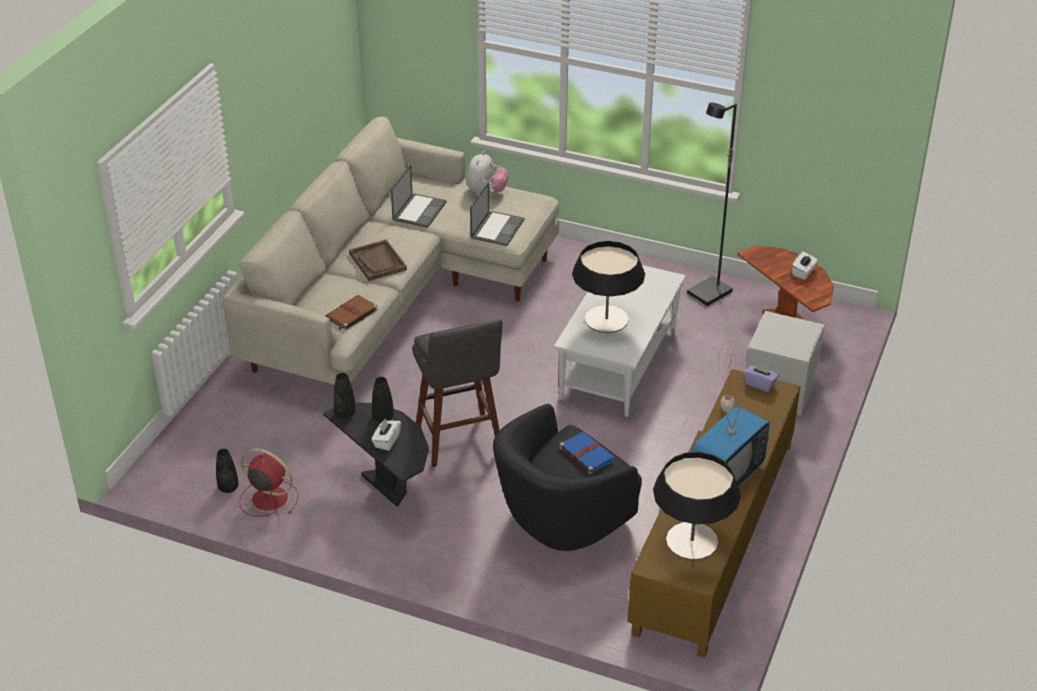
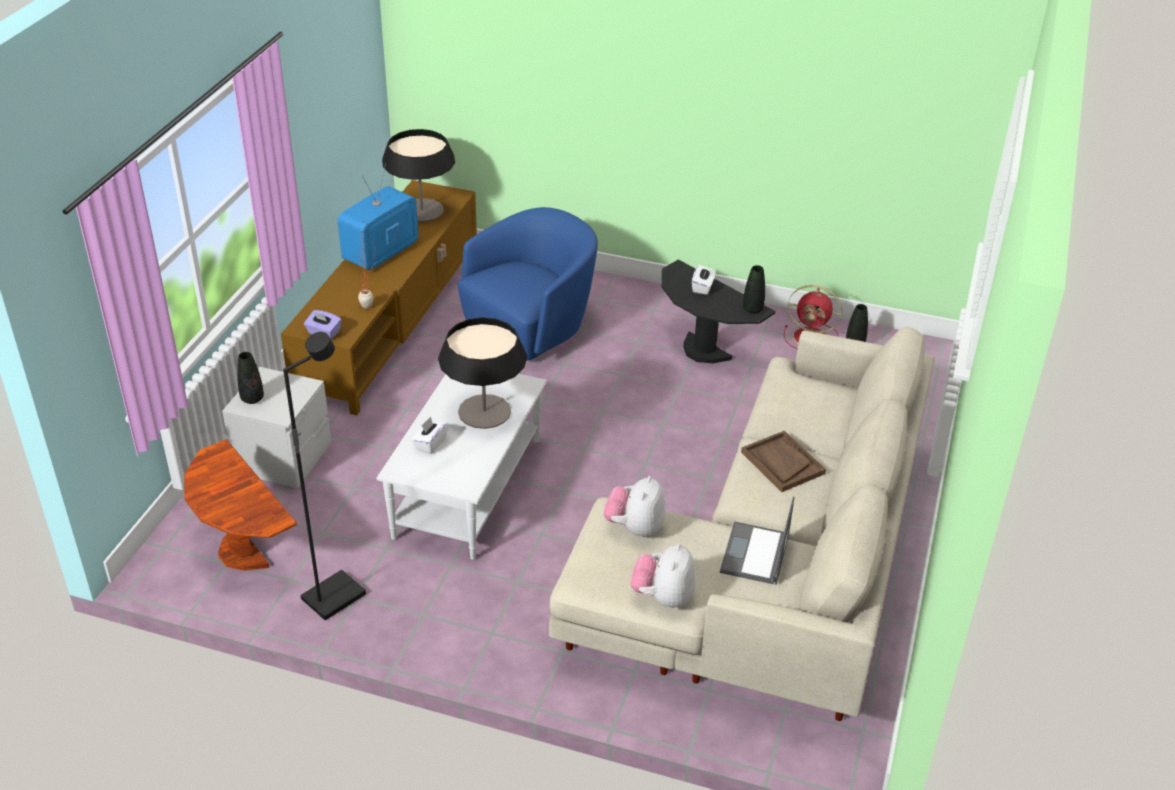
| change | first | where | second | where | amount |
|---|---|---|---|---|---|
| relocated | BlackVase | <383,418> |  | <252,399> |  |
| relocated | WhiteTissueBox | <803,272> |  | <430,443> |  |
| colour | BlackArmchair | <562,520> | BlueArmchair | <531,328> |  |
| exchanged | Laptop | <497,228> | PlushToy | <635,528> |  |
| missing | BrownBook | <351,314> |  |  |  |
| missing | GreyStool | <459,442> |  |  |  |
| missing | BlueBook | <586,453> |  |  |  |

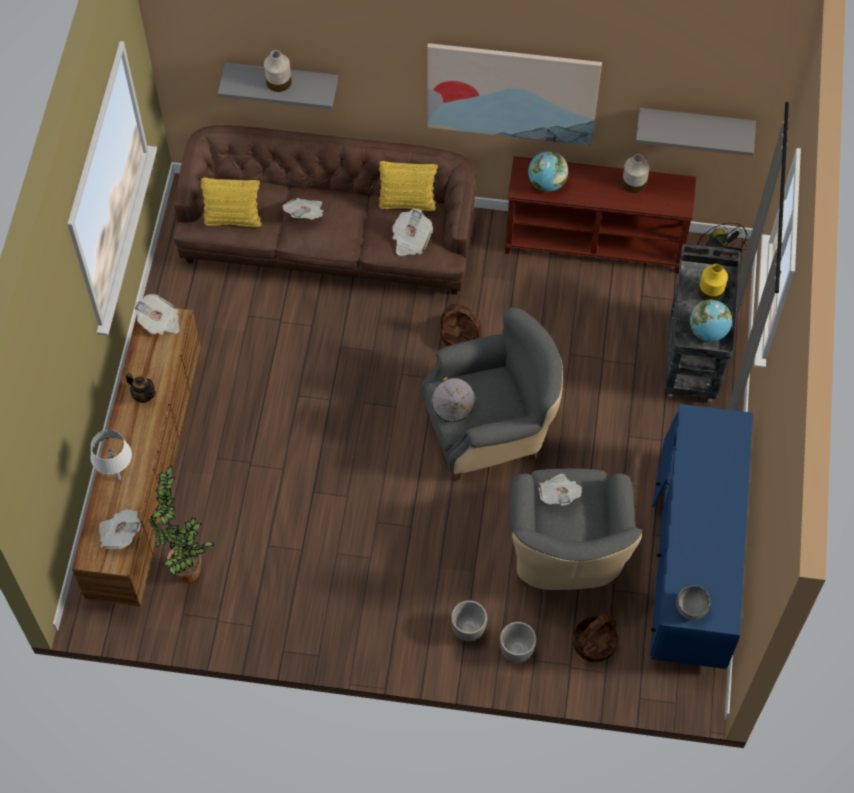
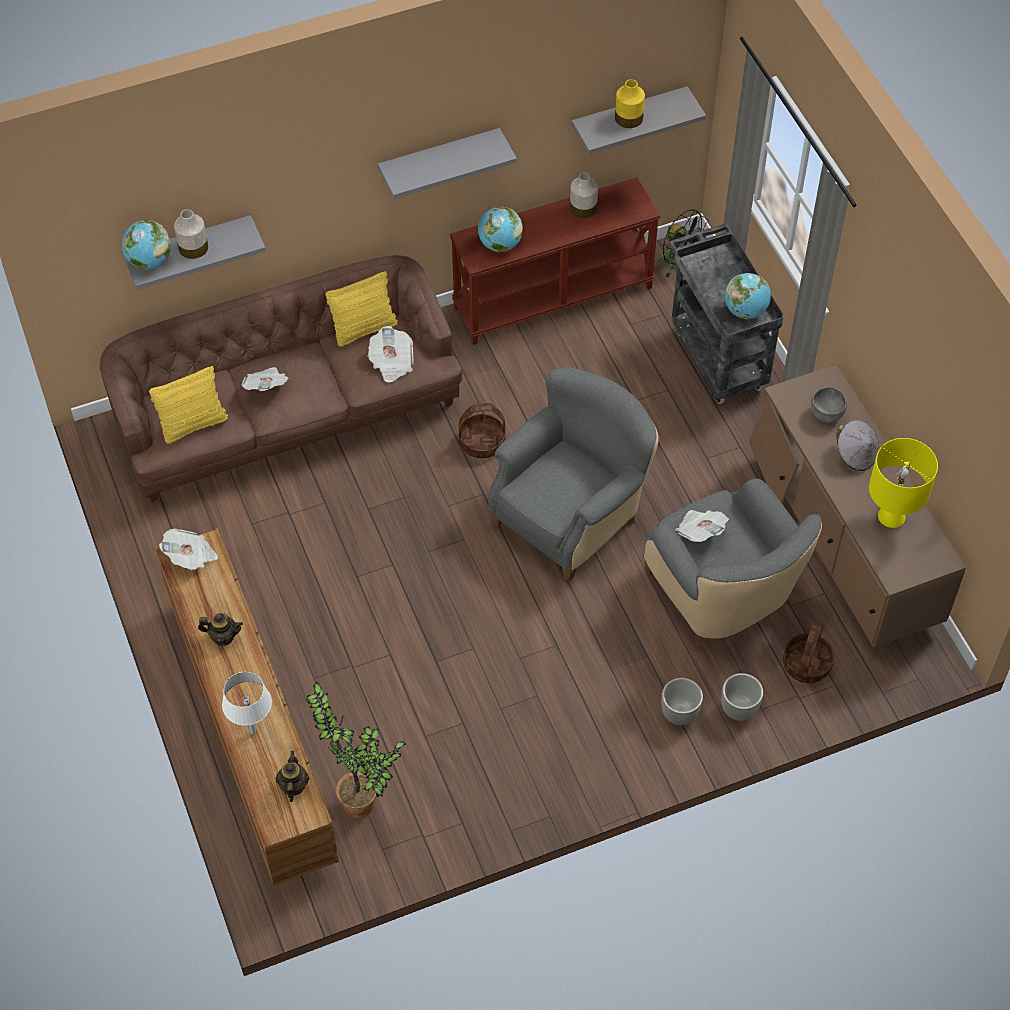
| change | first | where | second | where | amount |
|---|---|---|---|---|---|
| appeared |  |  | Globe | <149,261> |  |
| exchanged | Newspaper | <120,534> | Teapot | <293,786> |  |
| exchanged | Picture | <512,93> | GreyShelf | <439,158> |  |
| relocated | YellowVase | <711,291> |  | <628,117> |  |
| colour | BlueTvStand | <691,558> | BrownTvStand | <841,541> |  |
| relocated | GreyBowl | <690,608> |  | <826,414> |  |
| relocated | GreyHat | <453,406> |  | <855,454> |  |
| appeared |  |  | YellowTableLamp | <891,518> |  |

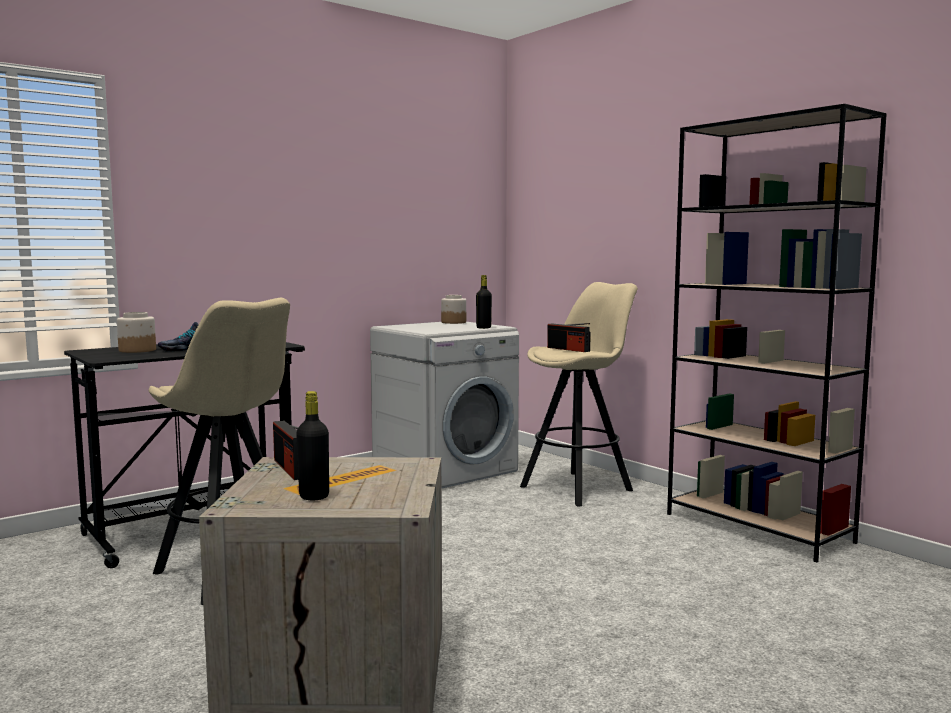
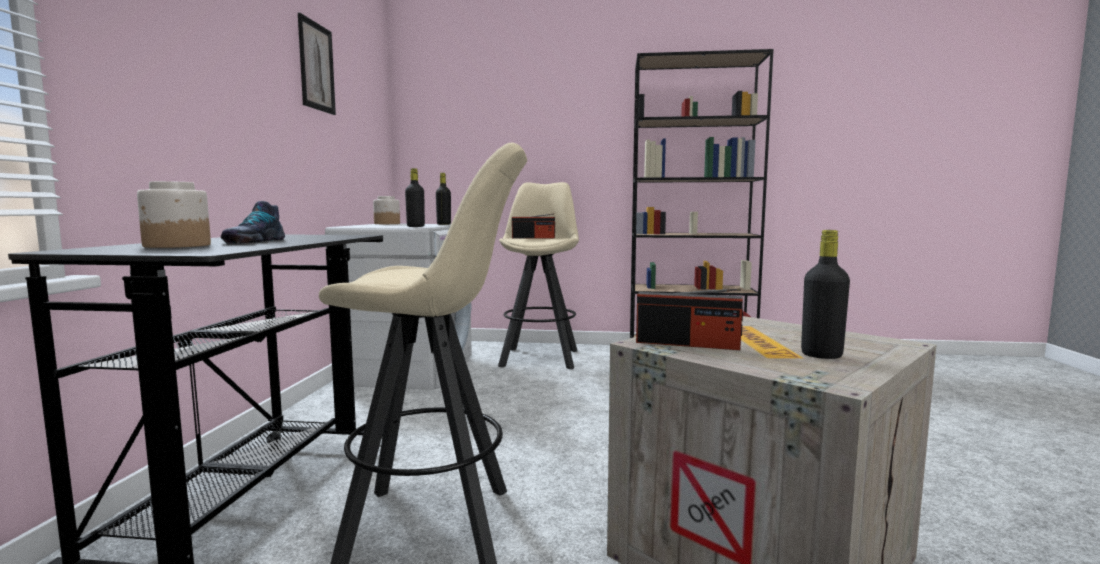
| change | first | where | second | where | amount |
|---|---|---|---|---|---|
| appeared |  |  | Picture | <316,67> |  |
| appeared |  |  | BlackBottle | <415,226> |  |

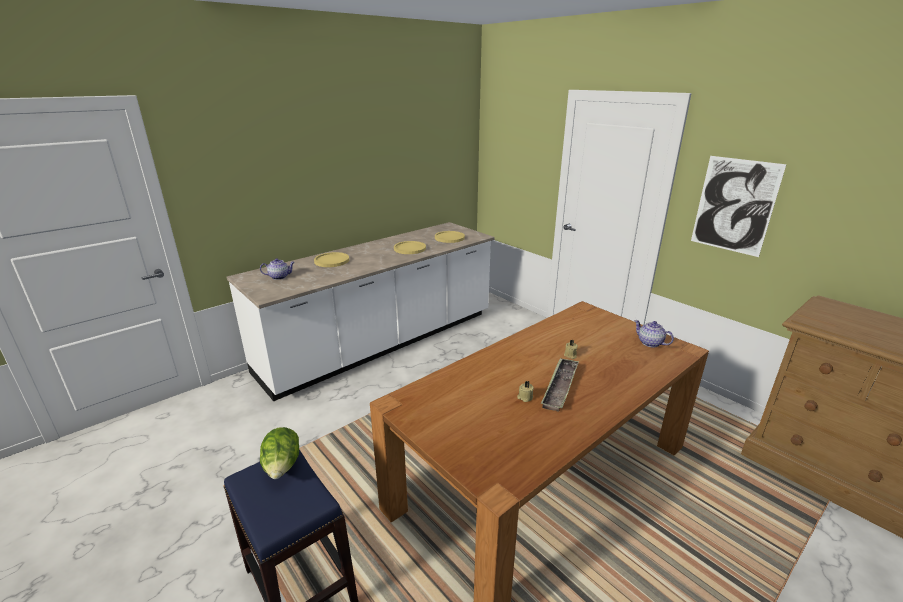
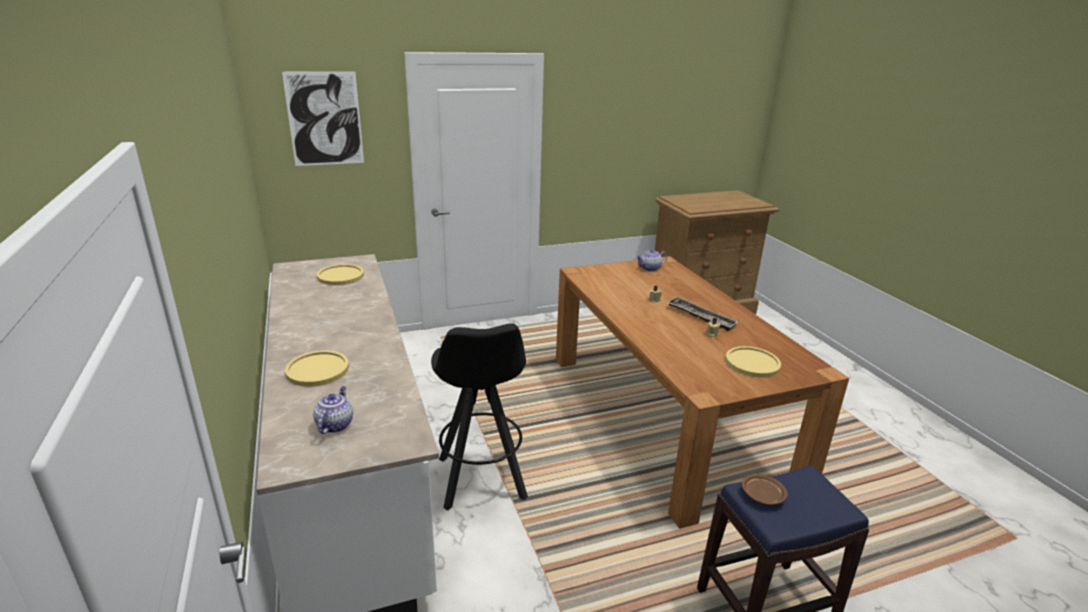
| change | first | where | second | where | amount |
|---|---|---|---|---|---|
| relocated | Picture | <734,206> |  | <325,119> |  |
| appeared |  |  | BlackStool | <481,480> |  |
| relocated | YellowPlate | <410,248> |  | <752,363> |  |
| exchanged | Lettuce | <282,467> | BrownPlate | <762,495> |  |

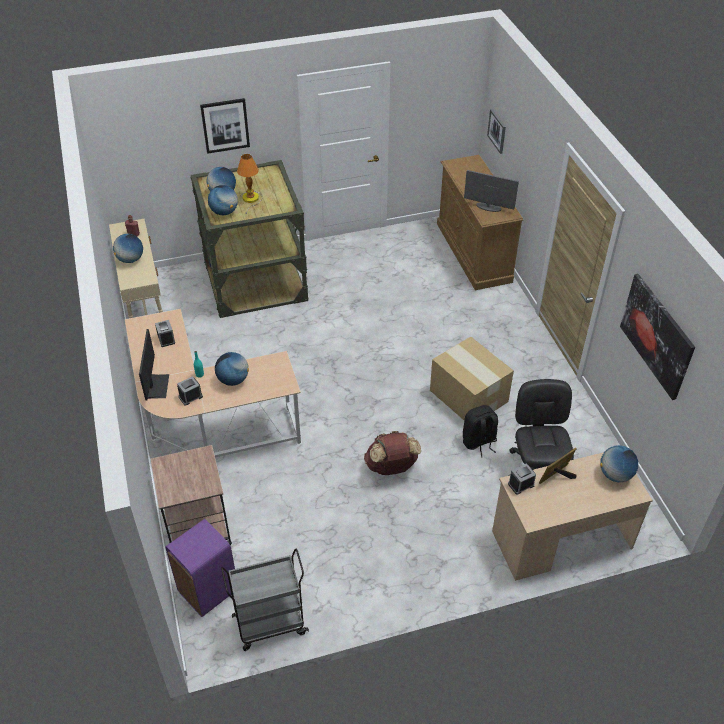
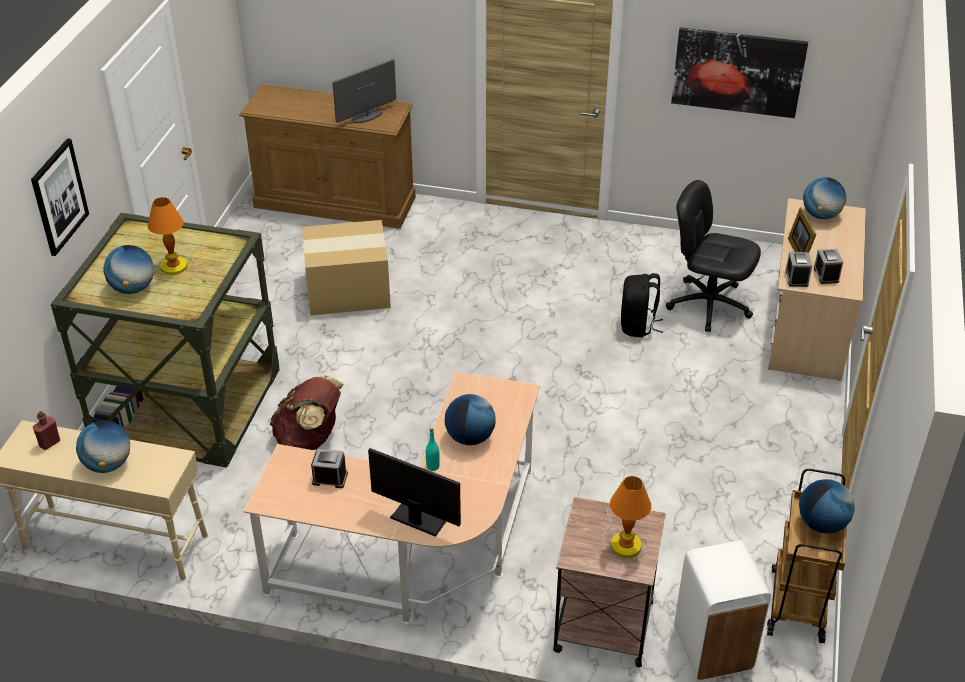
| change | first | where | second | where | amount |
|---|---|---|---|---|---|
| relocated | BrownBackpack | <391,467> |  | <310,439> |  |
| relocated | CardboardBox | <468,395> |  | <347,290> |  |
| appeared |  |  | TableLamp | <622,544> |  |
| colour | PurpleTrashCan | <207,590> | WhiteTrashCan | <712,649> |  |
| colour | GreyCart | <269,625> | BrownCart | <797,606> |  |
| relocated | Globe | <224,212> |  | <822,524> |  |
| relocated | AlarmClock | <190,397> |  | <826,275> |  |
| missing | Picture | <497,131> |  |  |  |

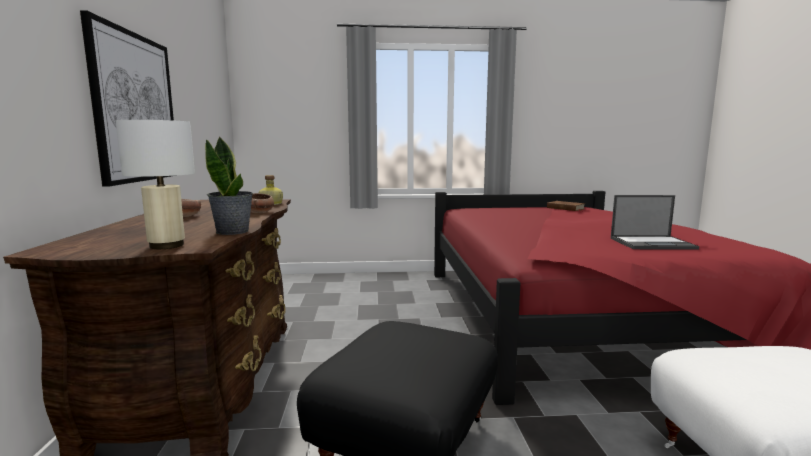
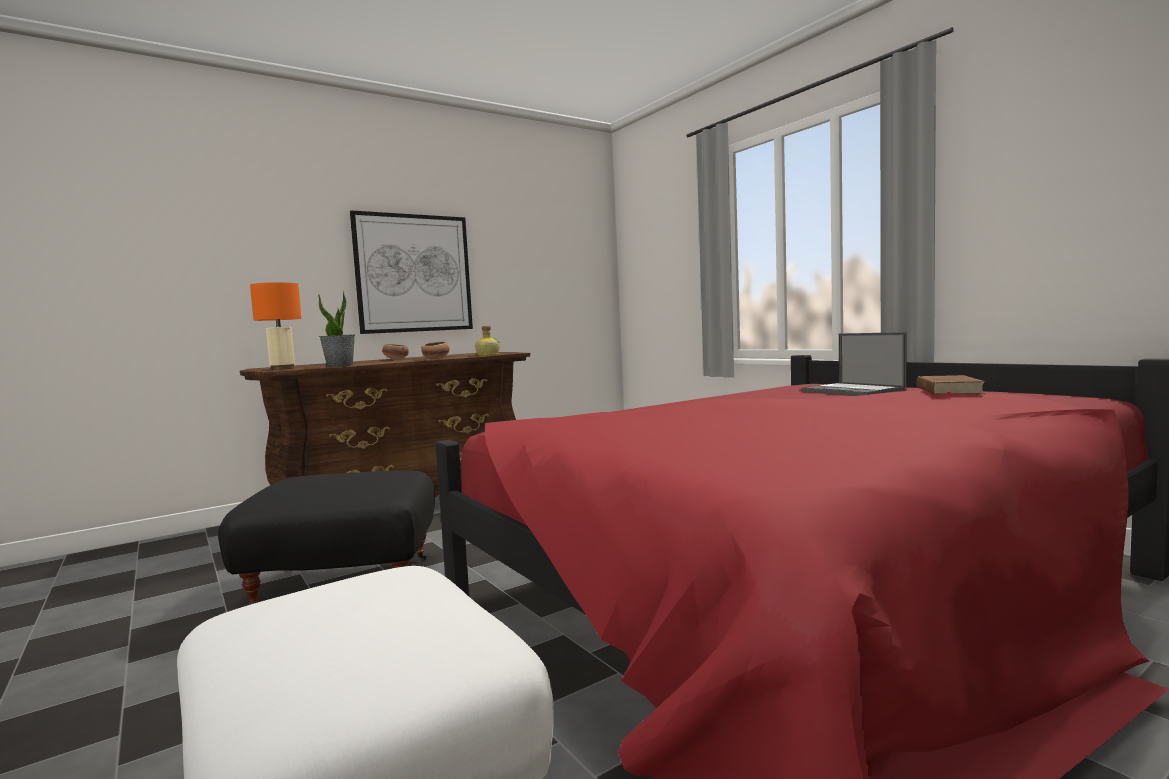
| change | first | where | second | where | amount |
|---|---|---|---|---|---|
| colour | WhiteTableLamp | <166,246> | OrangeTableLamp | <282,369> |  |
| relocated | Laptop | <652,243> |  | <853,391> |  |

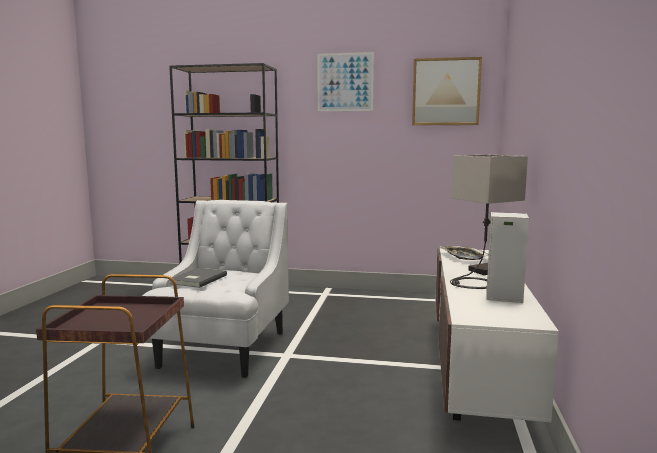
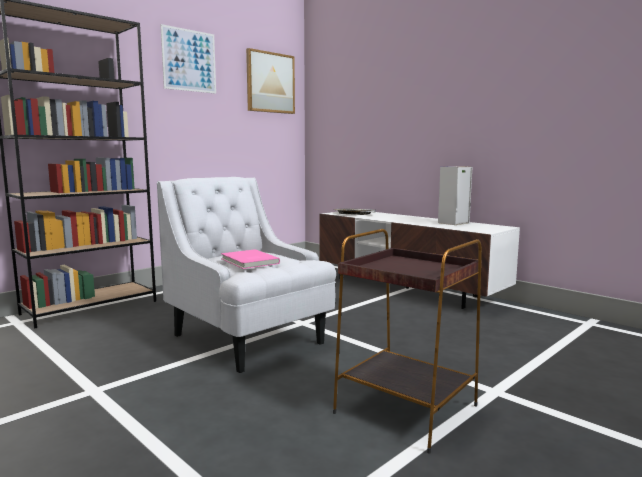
| change | first | where | second | where | amount |
|---|---|---|---|---|---|
| colour | GreyBook | <197,279> | PinkBook | <248,261> |  |
| missing | TableLamp | <478,275> |  |  |  |

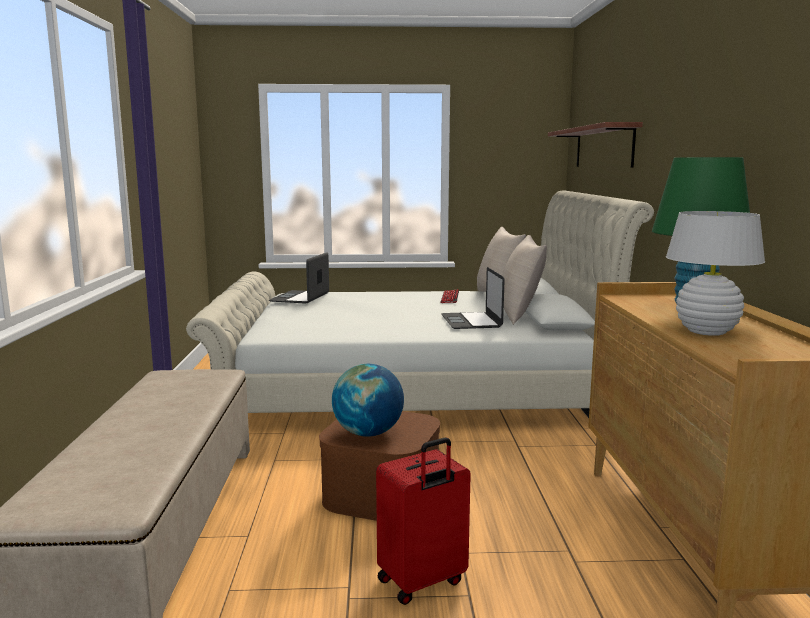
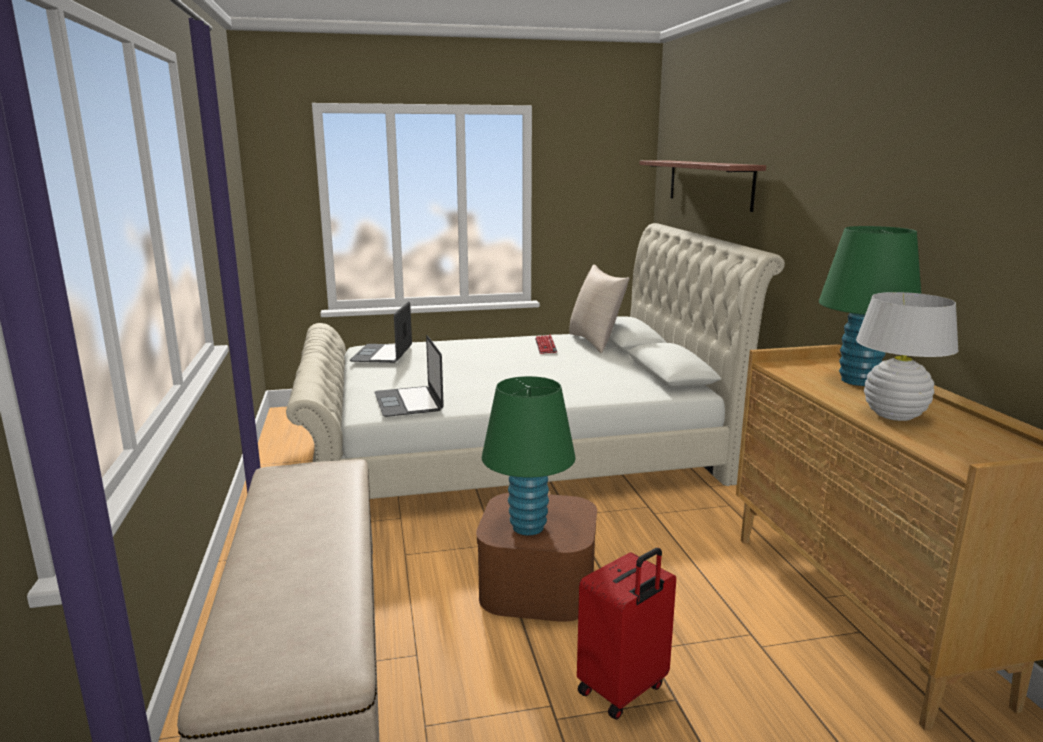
| change | first | where | second | where | amount |
|---|---|---|---|---|---|
| relocated | Laptop | <471,321> |  | <408,401> |  |
| exchanged | Globe | <368,433> | GreenTableLamp | <528,527> |  |
| missing | BeigePillow | <519,315> |  |  |  |

